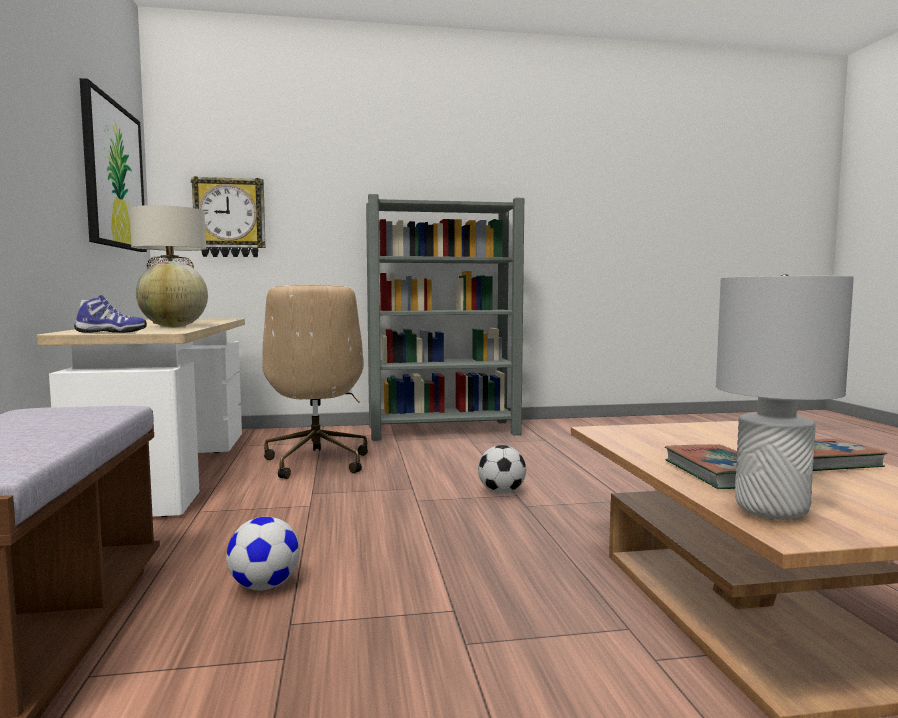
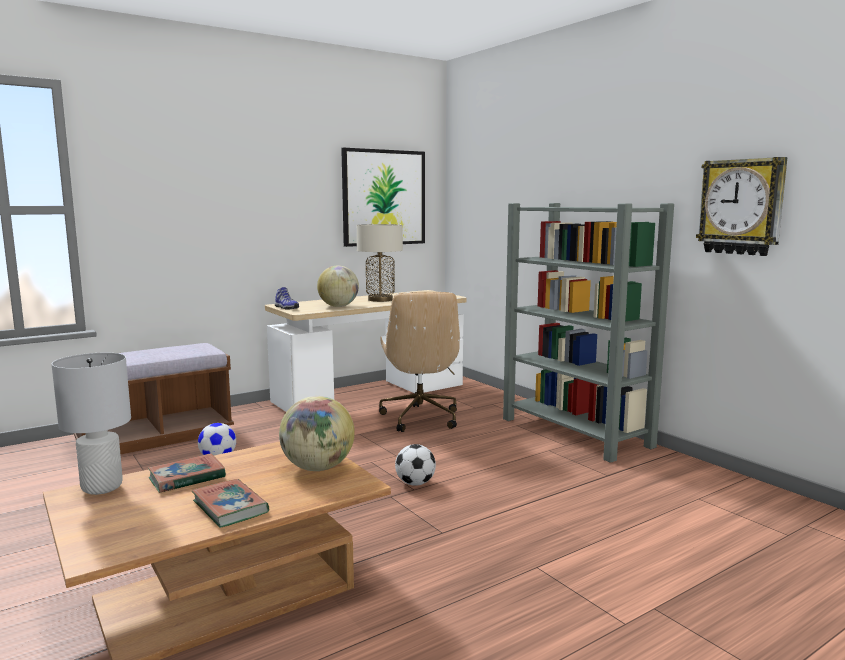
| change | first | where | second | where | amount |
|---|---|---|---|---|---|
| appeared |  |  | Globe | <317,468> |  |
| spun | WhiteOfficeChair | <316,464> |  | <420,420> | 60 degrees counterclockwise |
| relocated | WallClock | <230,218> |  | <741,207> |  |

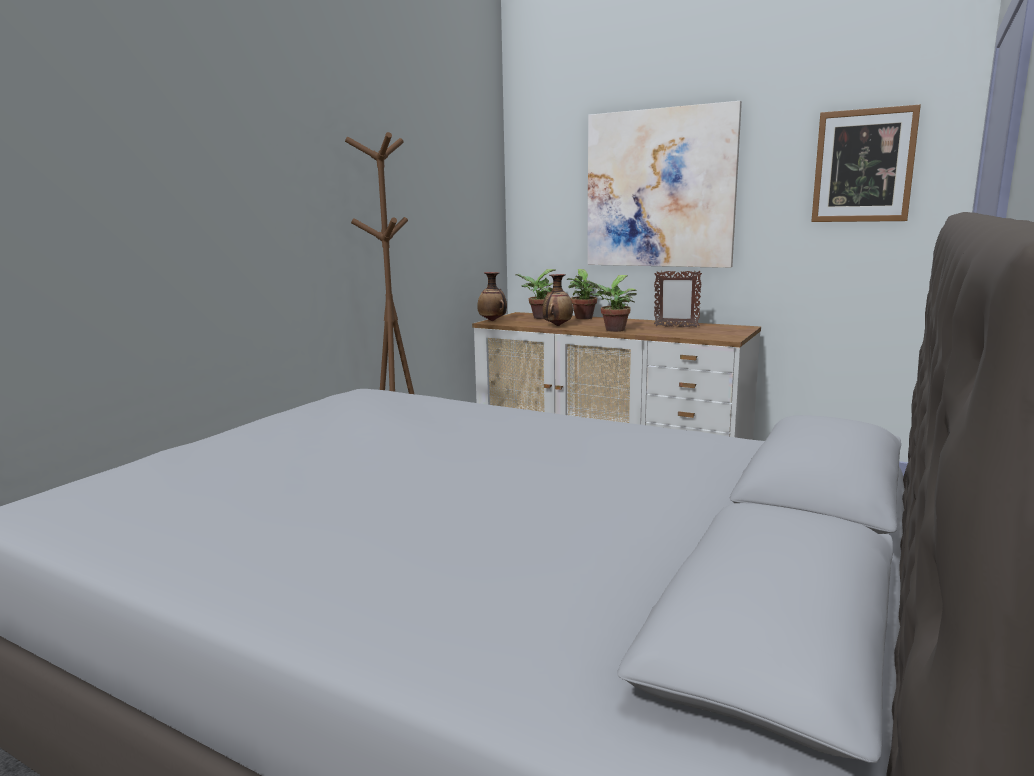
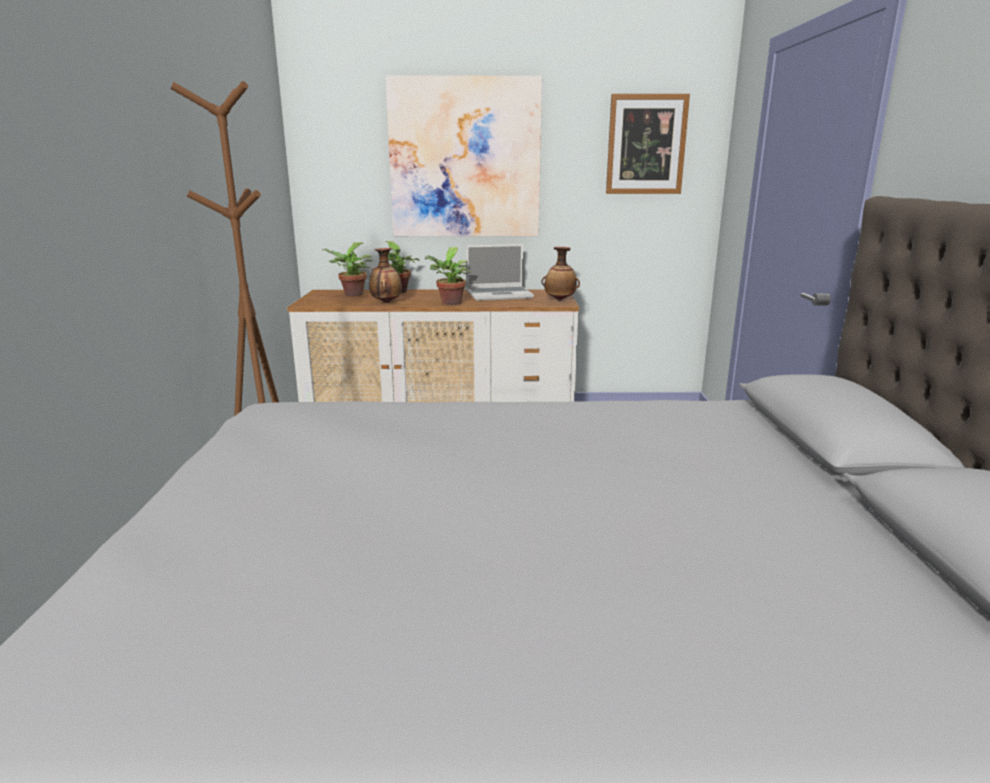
| change | first | where | second | where | amount |
|---|---|---|---|---|---|
| exchanged | PictureFrame | <675,326> | Laptop | <499,295> |  |
| relocated | Vase | <492,320> |  | <560,300> |  |

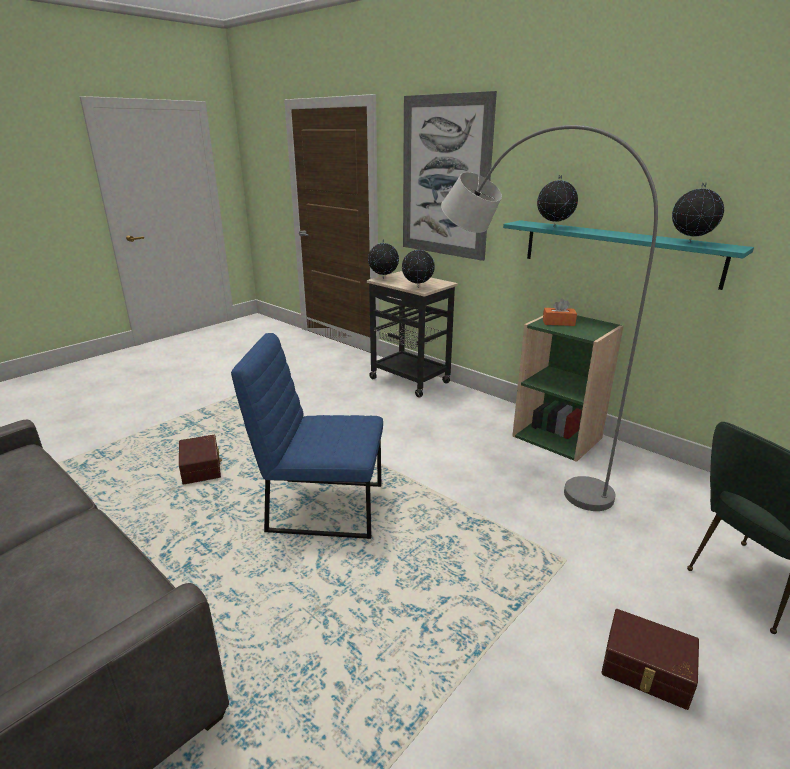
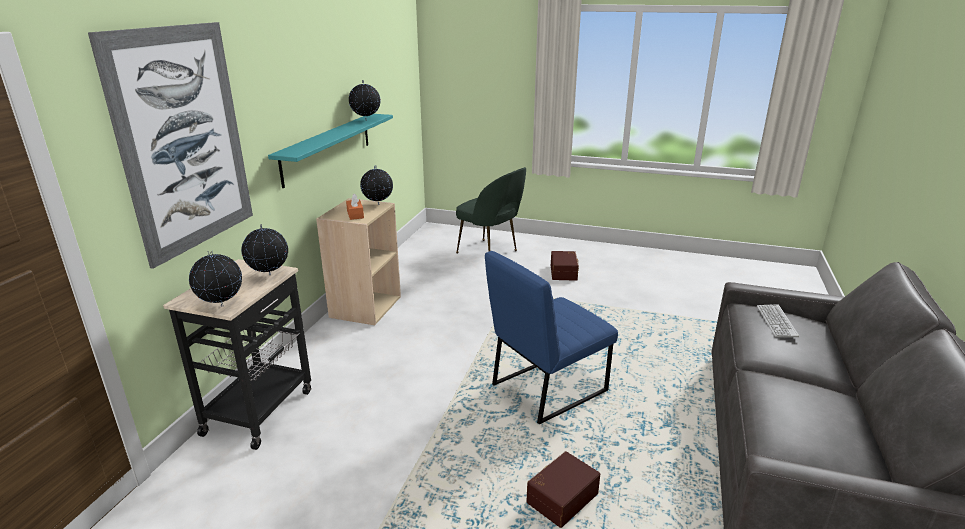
| change | first | where | second | where | amount |
|---|---|---|---|---|---|
| colour | GreenBookcase | <558,437> | BeigeBookcase | <365,306> |  |
| relocated | Globe | <554,227> |  | <378,204> |  |
| spun | BlueChair | <322,507> |  | <546,389> | 75 degrees clockwise |
| appeared |  |  | Keyboard | <776,321> |  |
| missing | GreyFloorLamp | <510,461> |  |  |  |

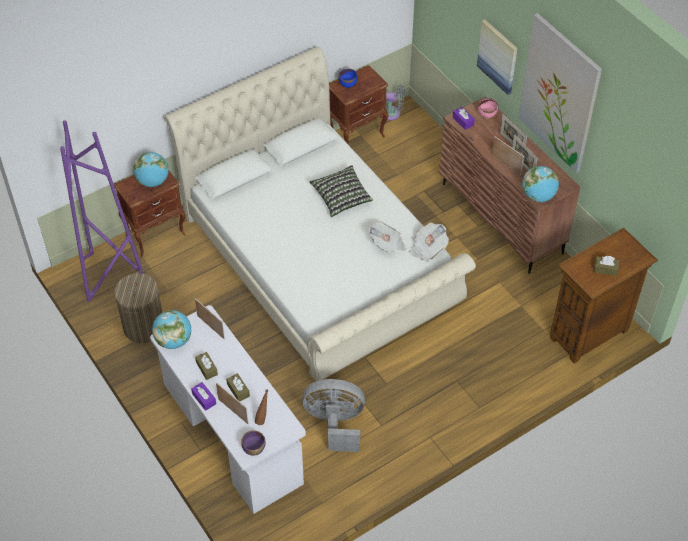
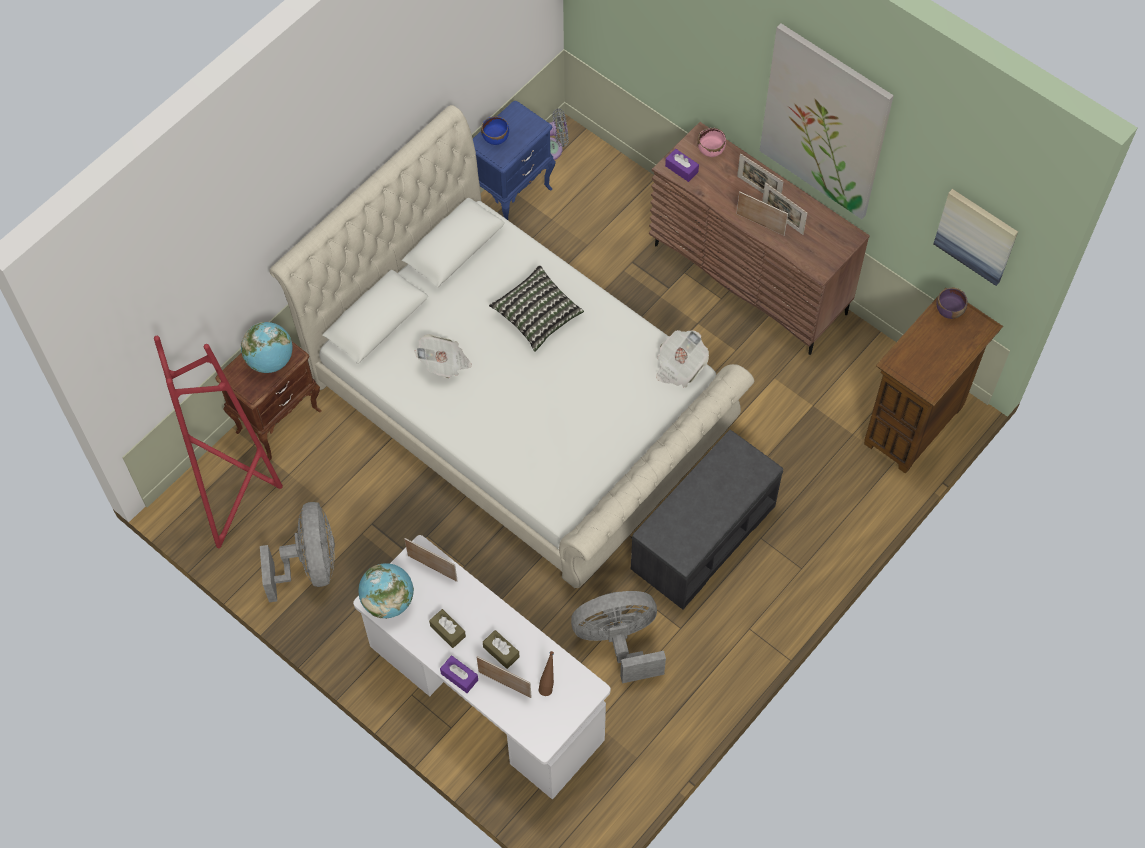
| change | first | where | second | where | amount |
|---|---|---|---|---|---|
| colour | PurpleClothesRack | <108,276> | RedClothesRack | <232,501> |  |
| exchanged | LaundryBasket | <144,326> | GreyFan | <310,565> |  |
| relocated | Newspaper | <387,244> |  | <444,363> |  |
| colour | BrownNightstand | <357,137> | BlueNightstand | <512,198> |  |
| appeared |  |  | GreyBench | <703,535> |  |
| relocated | Picture | <498,56> |  | <976,236> |  |
| relocated | PurpleBowl | <253,448> |  | <949,310> |  |
| missing | Globe | <538,196> |  |  |  |
| missing | BrownTissueBox | <605,269> |  |  |  |

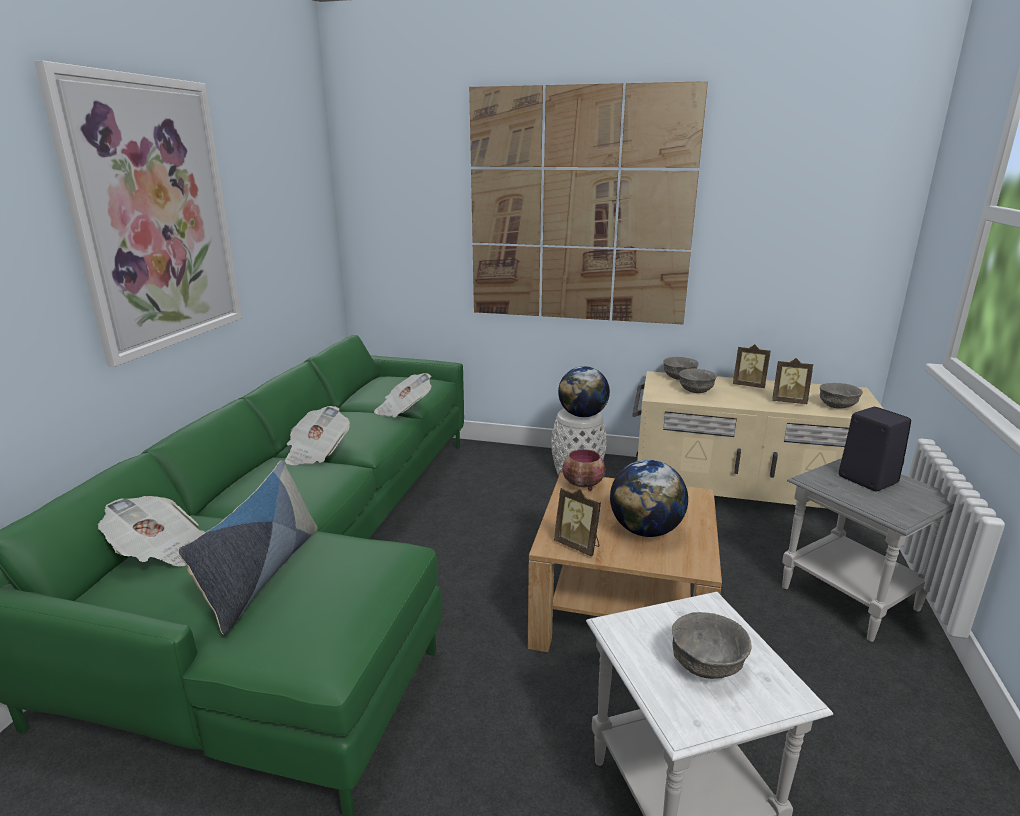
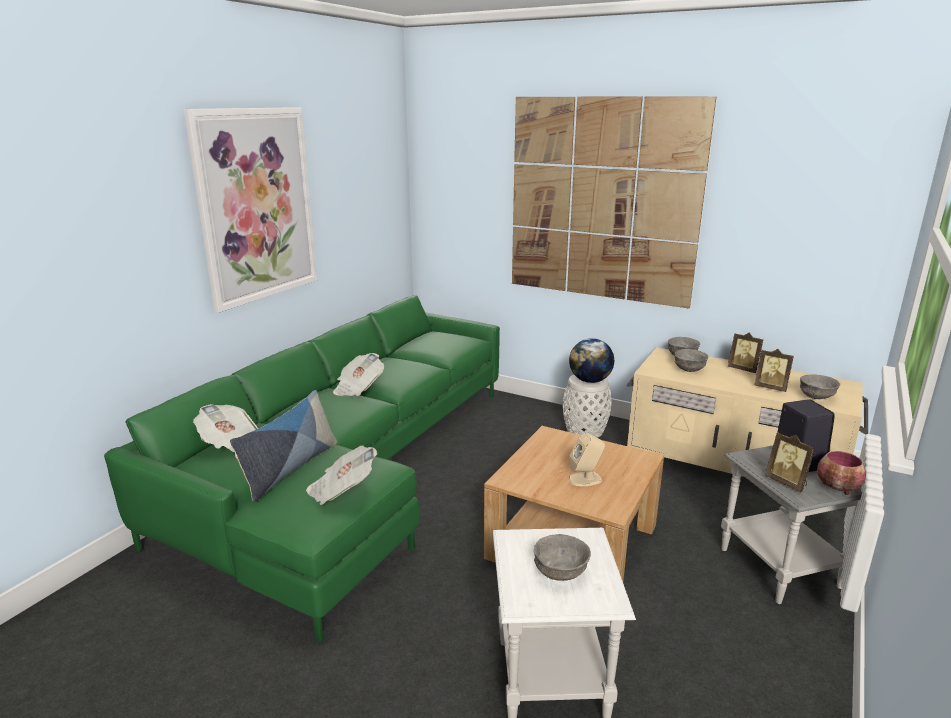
| change | first | where | second | where | amount |
|---|---|---|---|---|---|
| relocated | Newspaper | <404,410> |  | <342,490> |  |
| exchanged | Globe | <645,531> | BeigeSpeaker | <585,479> |  |
| relocated | PictureFrame | <578,545> |  | <787,483> |  |
| relocated | Bowl | <583,485> |  | <838,488> |  |

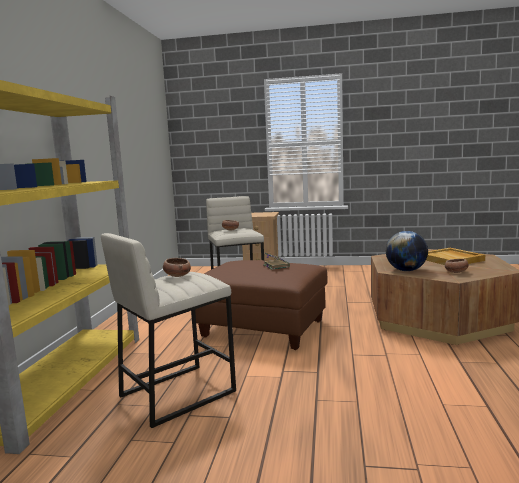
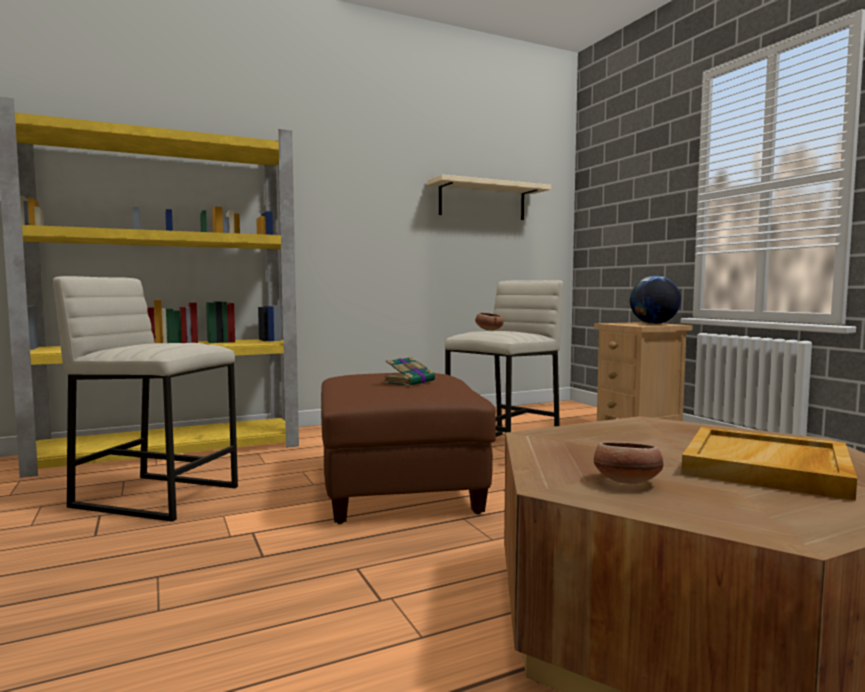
| change | first | where | second | where | amount |
|---|---|---|---|---|---|
| appeared |  |  | BeigeShelf | <482,201> |  |
| relocated | Globe | <406,270> |  | <654,323> |  |
| missing | Bowl | <177,276> |  |  |  |

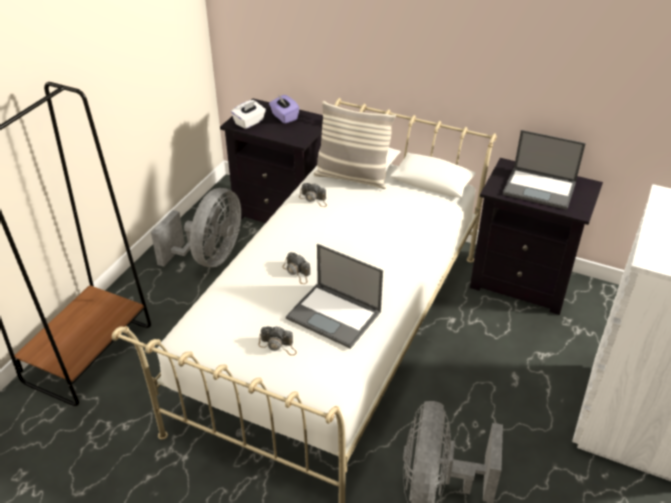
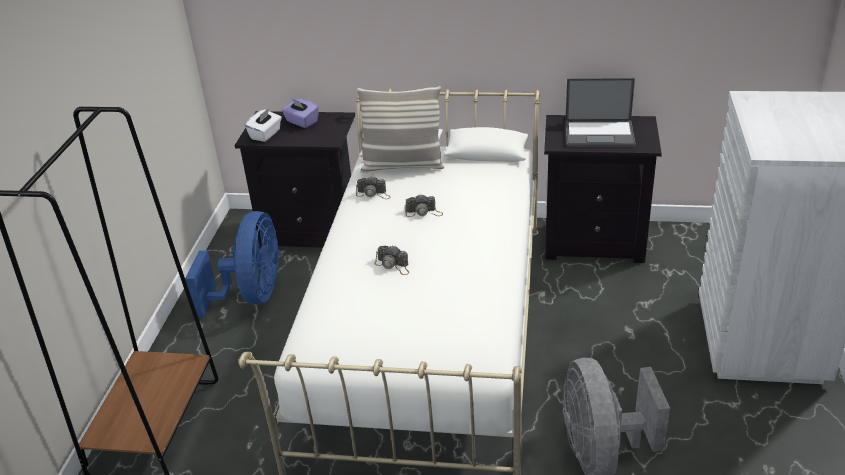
| change | first | where | second | where | amount |
|---|---|---|---|---|---|
| colour | GreyFan | <210,257> | BlueFan | <252,296> |  |
| relocated | PhotoCamera | <278,345> |  | <424,212> |  |
| missing | Laptop | <335,315> |  |  |  |

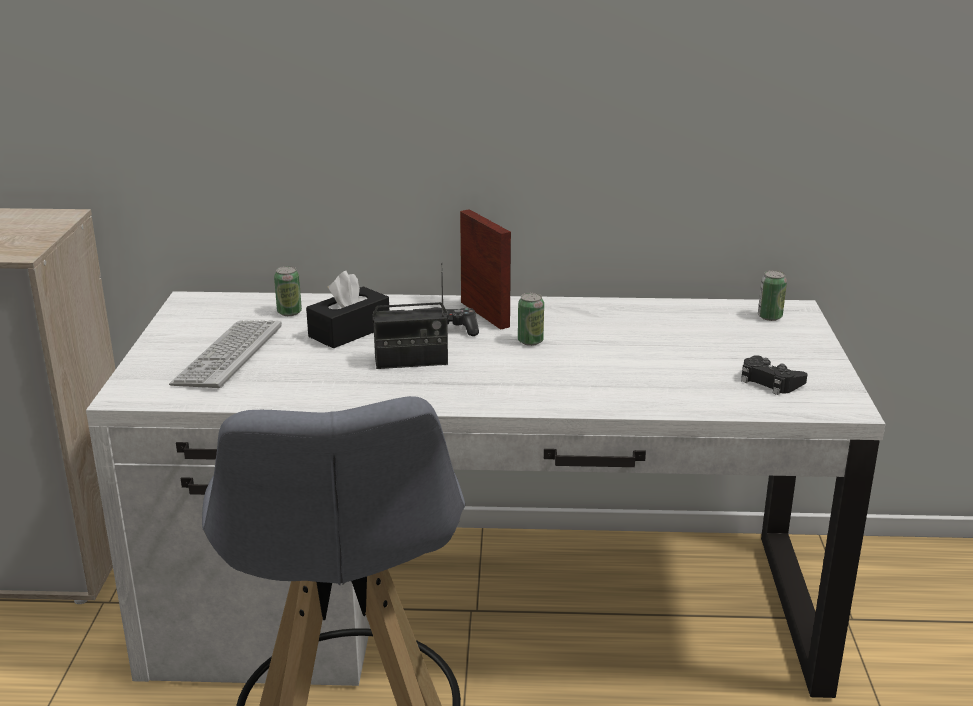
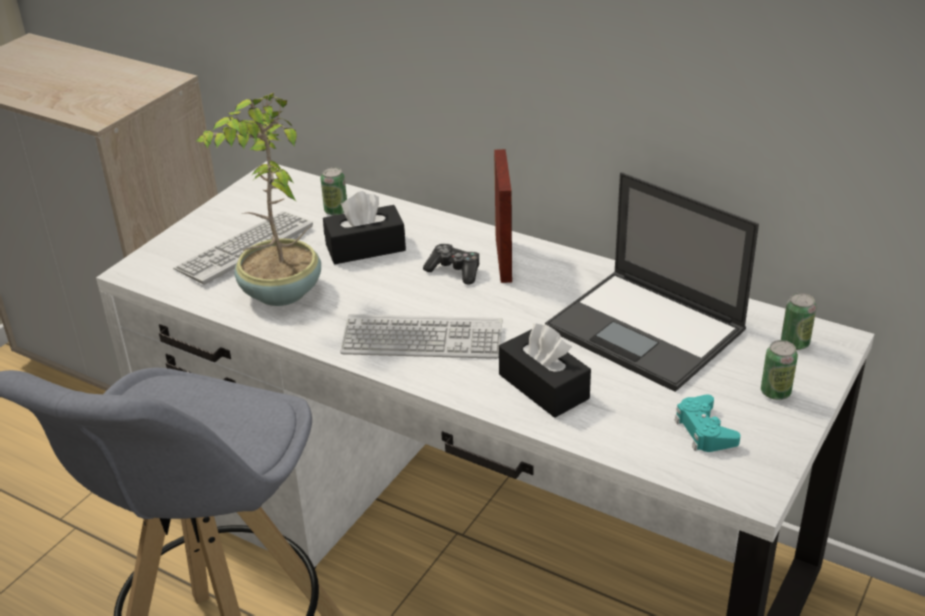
| change | first | where | second | where | amount |
|---|---|---|---|---|---|
| appeared |  |  | PottedPlant | <279,293> |  |
| appeared |  |  | Keyboard | <422,339> |  |
| appeared |  |  | BlackTissueBox | <543,386> |  |
| appeared |  |  | Laptop | <647,330> |  |
| colour | BlackGameController | <770,381> | TurquoiseGameController | <704,430> |  |
| relocated | Can | <530,341> |  | <775,392> |  |
| missing | Radio | <411,361> |  |  |  |

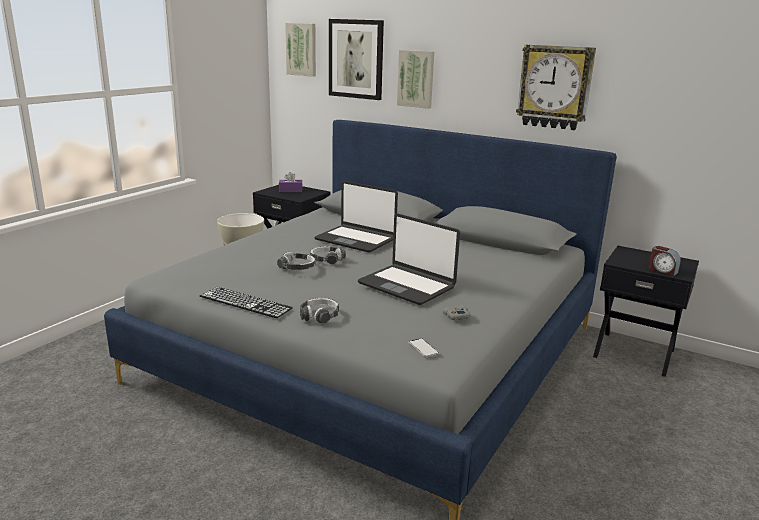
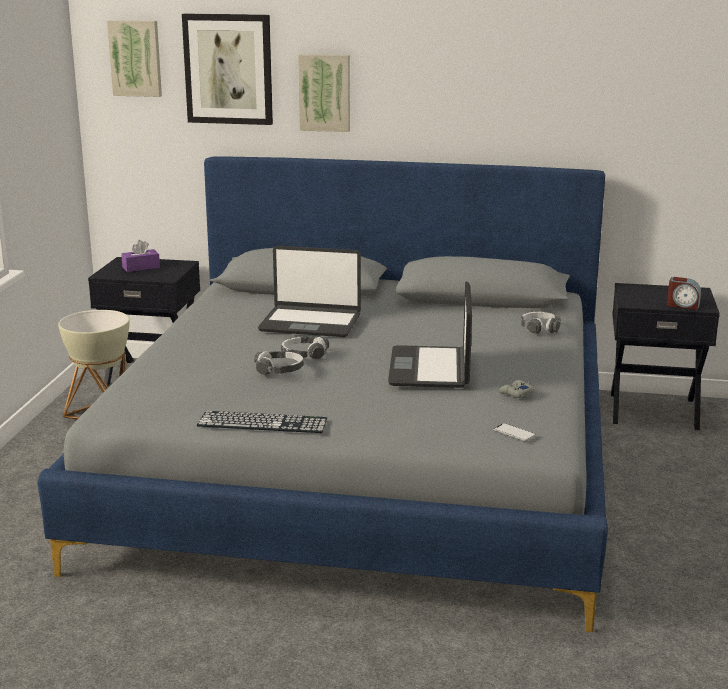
| change | first | where | second | where | amount |
|---|---|---|---|---|---|
| spun | Laptop | <407,285> |  | <431,369> | 75 degrees clockwise |
| relocated | Headphones | <319,315> |  | <540,328> |  |
| missing | WallClock | <555,87> |  |  |  |

